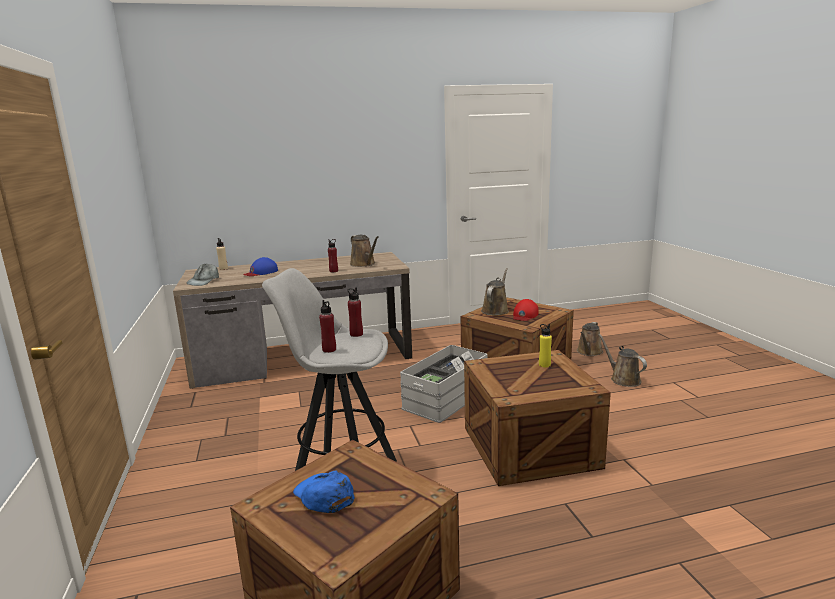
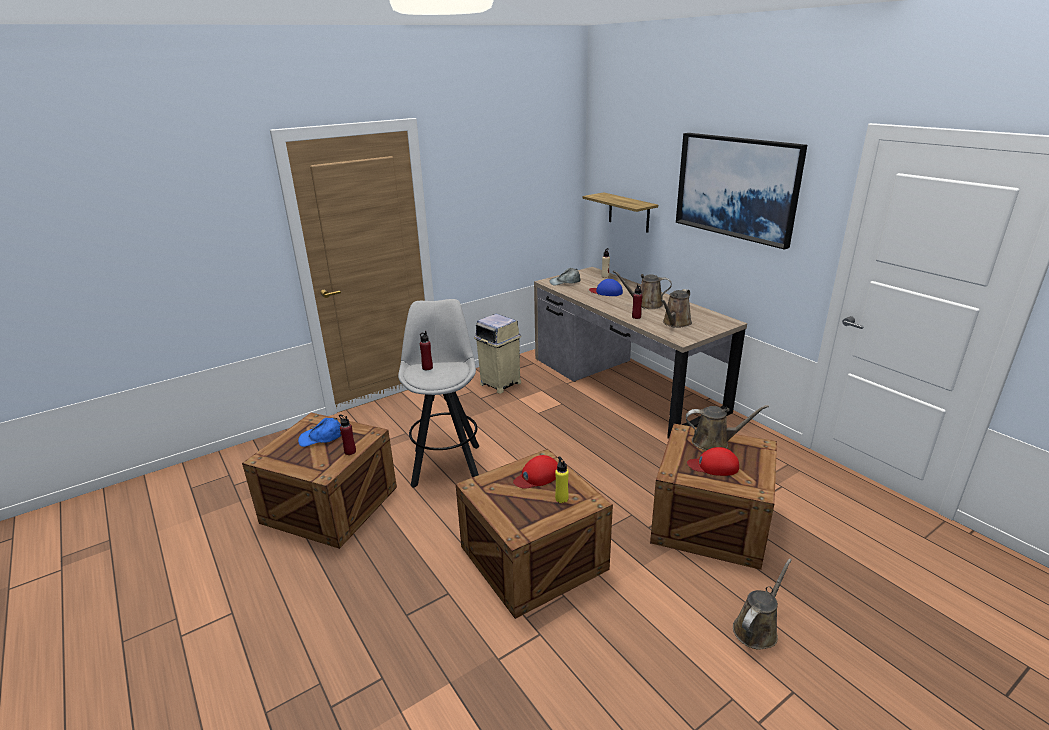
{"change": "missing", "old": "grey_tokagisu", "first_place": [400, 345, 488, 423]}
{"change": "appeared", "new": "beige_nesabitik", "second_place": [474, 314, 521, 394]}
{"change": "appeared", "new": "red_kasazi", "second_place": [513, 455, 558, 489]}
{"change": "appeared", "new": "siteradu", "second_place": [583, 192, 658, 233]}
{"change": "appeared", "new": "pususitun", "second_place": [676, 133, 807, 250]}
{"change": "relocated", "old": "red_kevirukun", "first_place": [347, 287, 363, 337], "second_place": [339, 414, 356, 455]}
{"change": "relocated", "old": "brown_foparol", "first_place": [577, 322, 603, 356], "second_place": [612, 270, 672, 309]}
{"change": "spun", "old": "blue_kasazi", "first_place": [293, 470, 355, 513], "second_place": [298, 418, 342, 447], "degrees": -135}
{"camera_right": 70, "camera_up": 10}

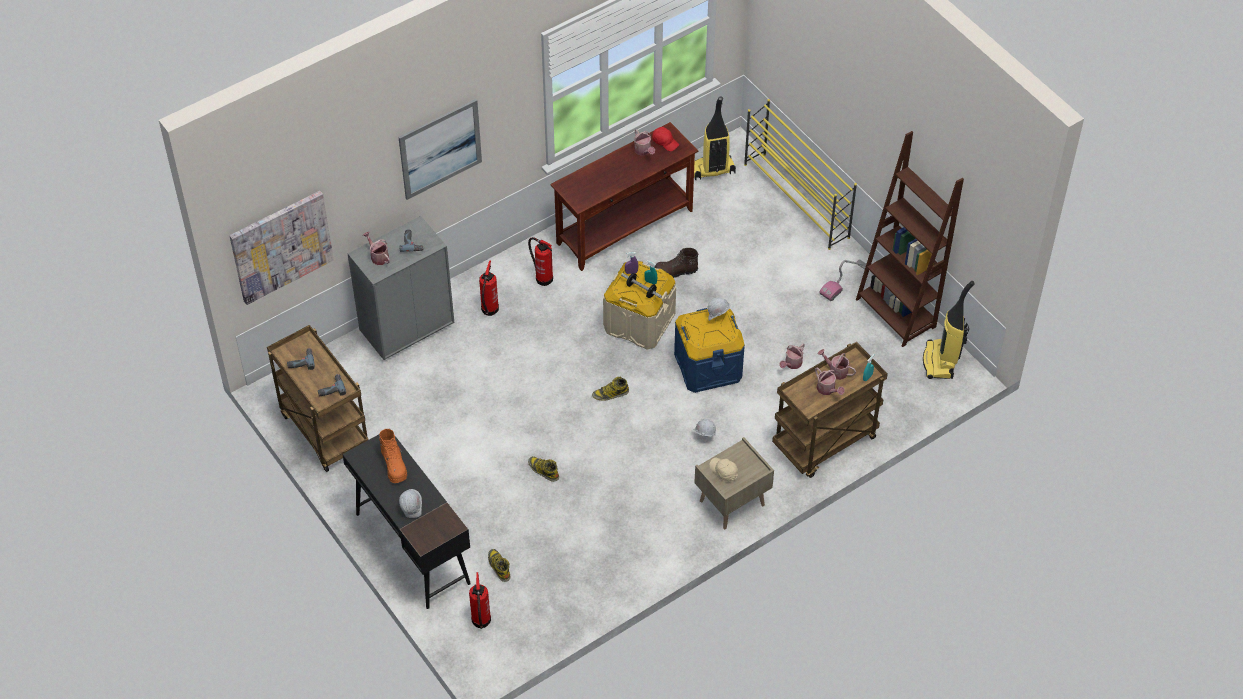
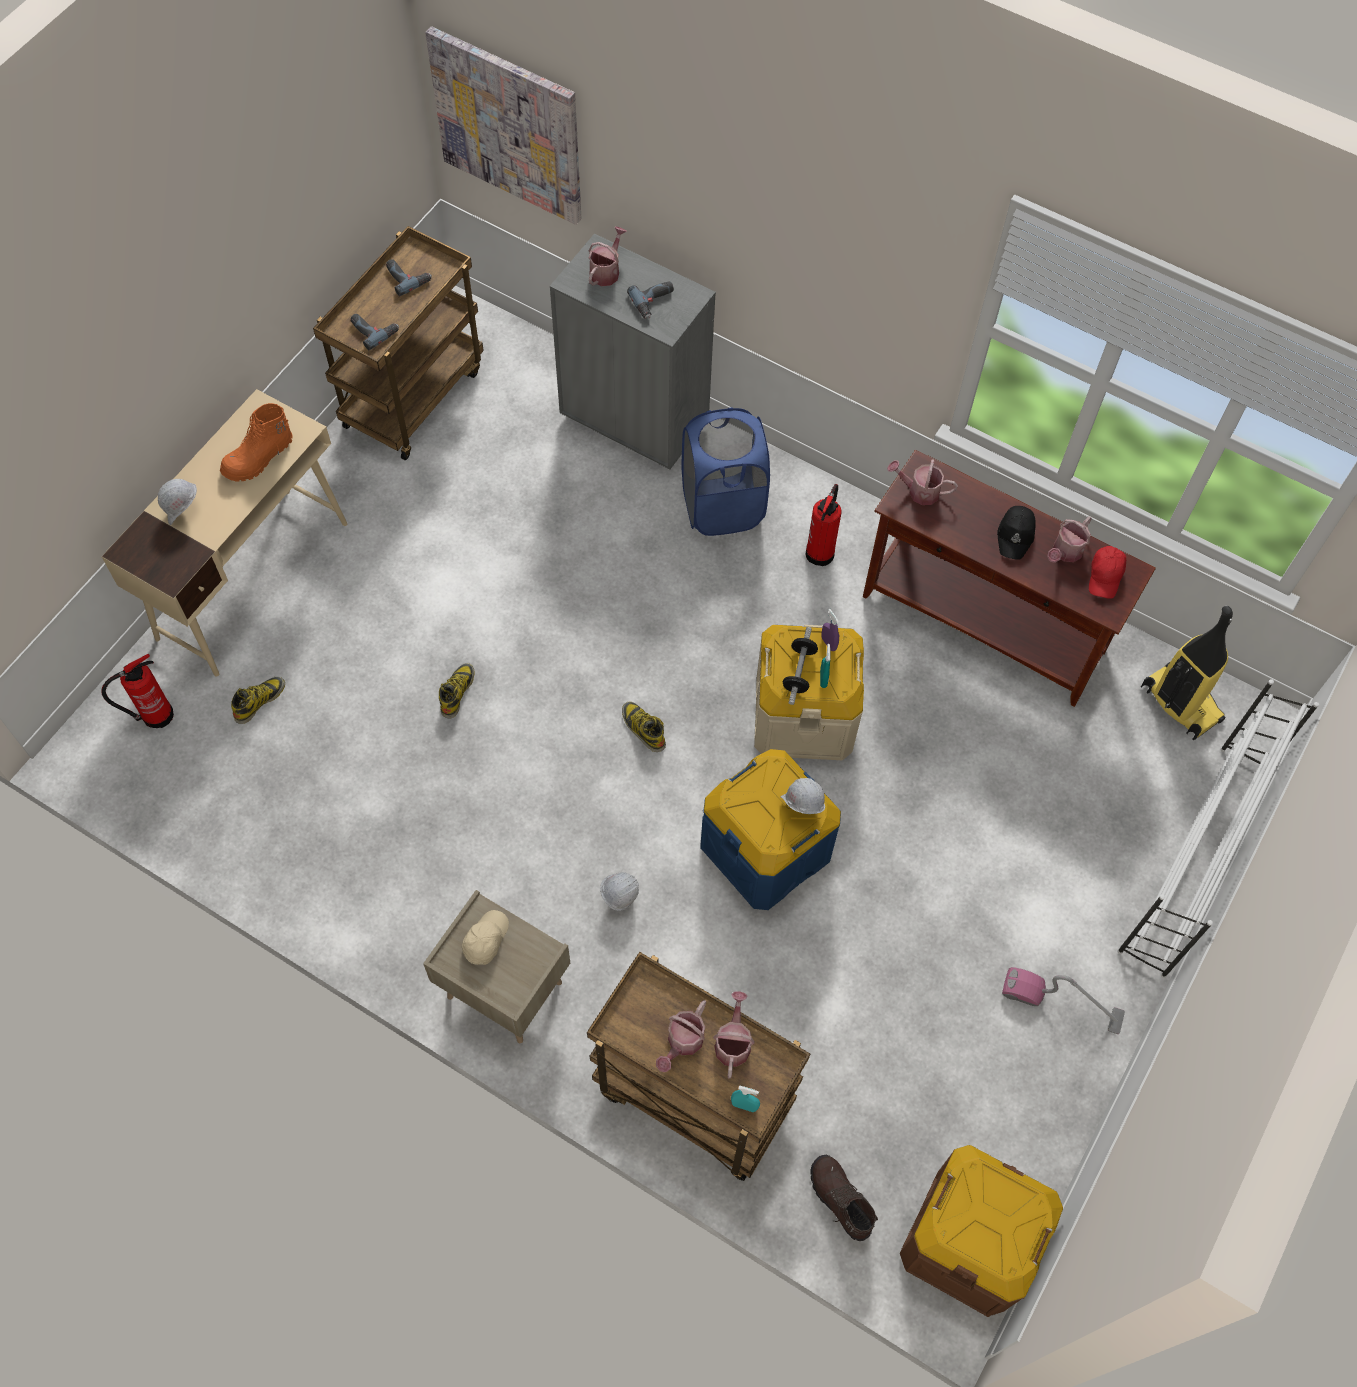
{"change": "missing", "old": "pususitun", "first_place": [398, 99, 482, 200]}
{"change": "missing", "old": "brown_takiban", "first_place": [856, 131, 964, 347]}
{"change": "appeared", "new": "black_kasazi", "second_place": [997, 506, 1036, 560]}
{"change": "relocated", "old": "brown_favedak", "first_place": [654, 248, 698, 278], "second_place": [810, 1155, 878, 1241]}
{"change": "relocated", "old": "foparol", "first_place": [779, 344, 805, 369], "second_place": [887, 459, 958, 505]}
{"change": "exchanged", "old": "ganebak", "new": "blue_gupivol", "first_place": [479, 260, 499, 316], "second_place": [681, 407, 770, 536]}
{"change": "exchanged", "old": "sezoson", "new": "brown_tokagisu", "first_place": [923, 281, 975, 379], "second_place": [900, 1145, 1063, 1317]}
{"change": "colour", "old": "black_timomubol", "new": "beige_timomubol", "first_place": [342, 435, 471, 609], "second_place": [101, 389, 347, 677]}
{"change": "colour", "old": "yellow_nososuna", "new": "white_nososuna", "first_place": [744, 99, 857, 250], "second_place": [1117, 679, 1319, 978]}
{"camera_right": 65, "camera_up": 10}

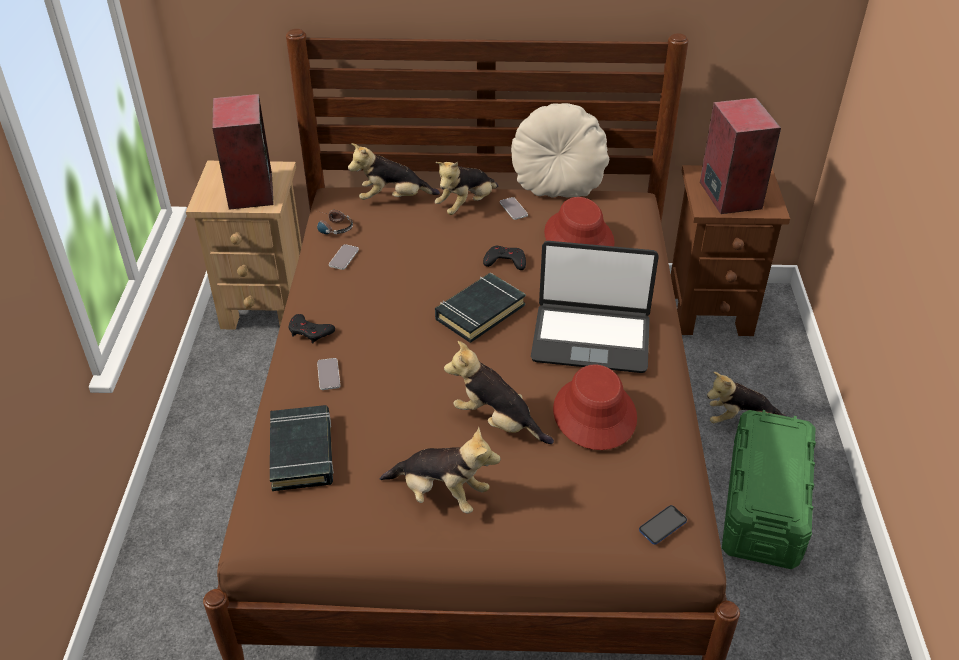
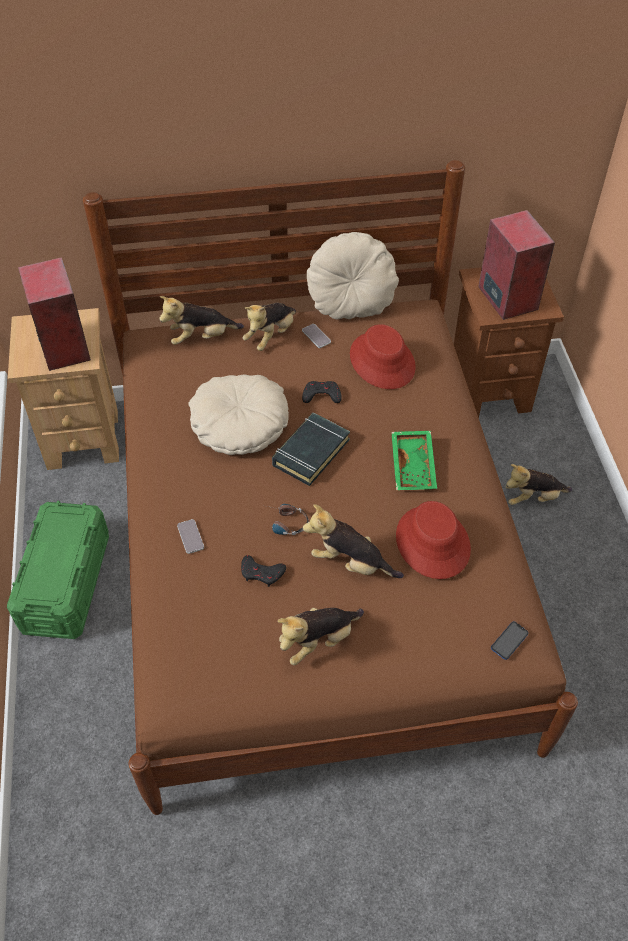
{"change": "missing", "old": "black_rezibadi", "first_place": [270, 405, 334, 491]}
{"change": "missing", "old": "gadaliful", "first_place": [329, 244, 359, 270]}
{"change": "appeared", "new": "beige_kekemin", "second_place": [188, 375, 289, 455]}
{"change": "relocated", "old": "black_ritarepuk", "first_place": [289, 314, 335, 343], "second_place": [241, 555, 286, 587]}
{"change": "relocated", "old": "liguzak", "first_place": [317, 210, 353, 234], "second_place": [267, 504, 309, 535]}
{"change": "relocated", "old": "green_tokagisu", "first_place": [722, 410, 816, 569], "second_place": [7, 501, 109, 639]}
{"change": "exchanged", "old": "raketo", "new": "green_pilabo", "first_place": [531, 241, 659, 373], "second_place": [391, 431, 437, 490]}
{"change": "spun", "old": "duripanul", "first_place": [380, 427, 501, 514], "second_place": [277, 608, 364, 665], "degrees": 135}
{"camera_right": -10, "camera_up": 10}

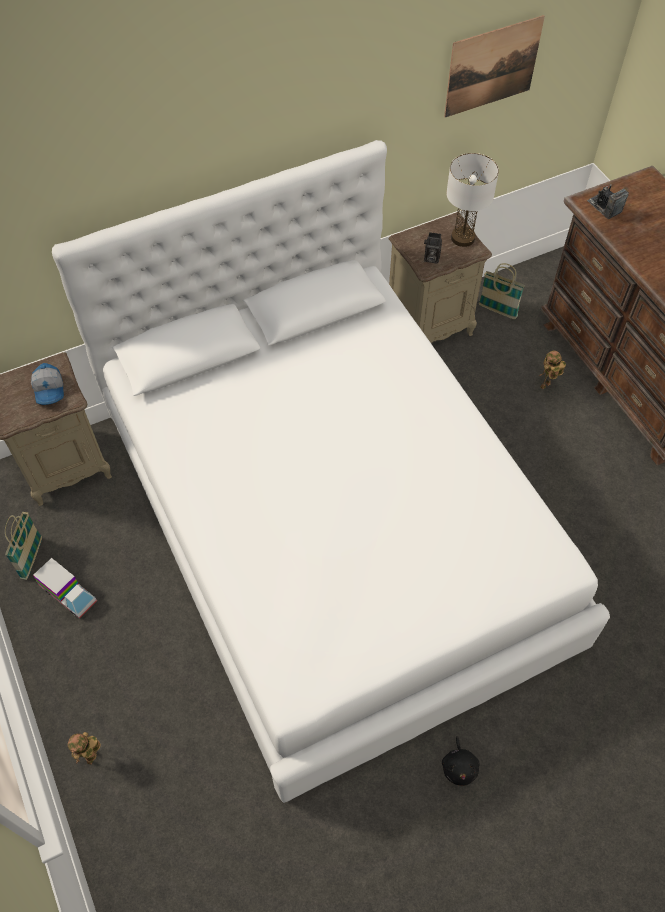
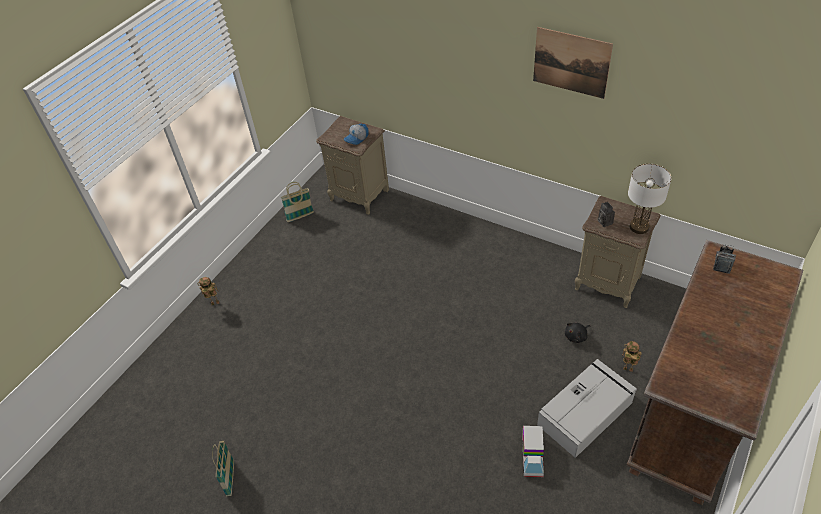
{"change": "missing", "old": "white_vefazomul", "first_place": [52, 140, 610, 803]}
{"change": "appeared", "new": "grey_tokagisu", "second_place": [537, 359, 637, 458]}
{"change": "relocated", "old": "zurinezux", "first_place": [33, 558, 97, 619], "second_place": [522, 426, 544, 477]}
{"change": "relocated", "old": "black_duripanul", "first_place": [442, 736, 480, 786], "second_place": [565, 323, 590, 343]}
{"change": "relocated", "old": "pususitun", "first_place": [444, 15, 545, 117], "second_place": [533, 27, 613, 99]}
{"change": "relocated", "old": "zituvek", "first_place": [479, 263, 525, 319], "second_place": [212, 441, 234, 496]}
{"camera_right": 60, "camera_up": -10}

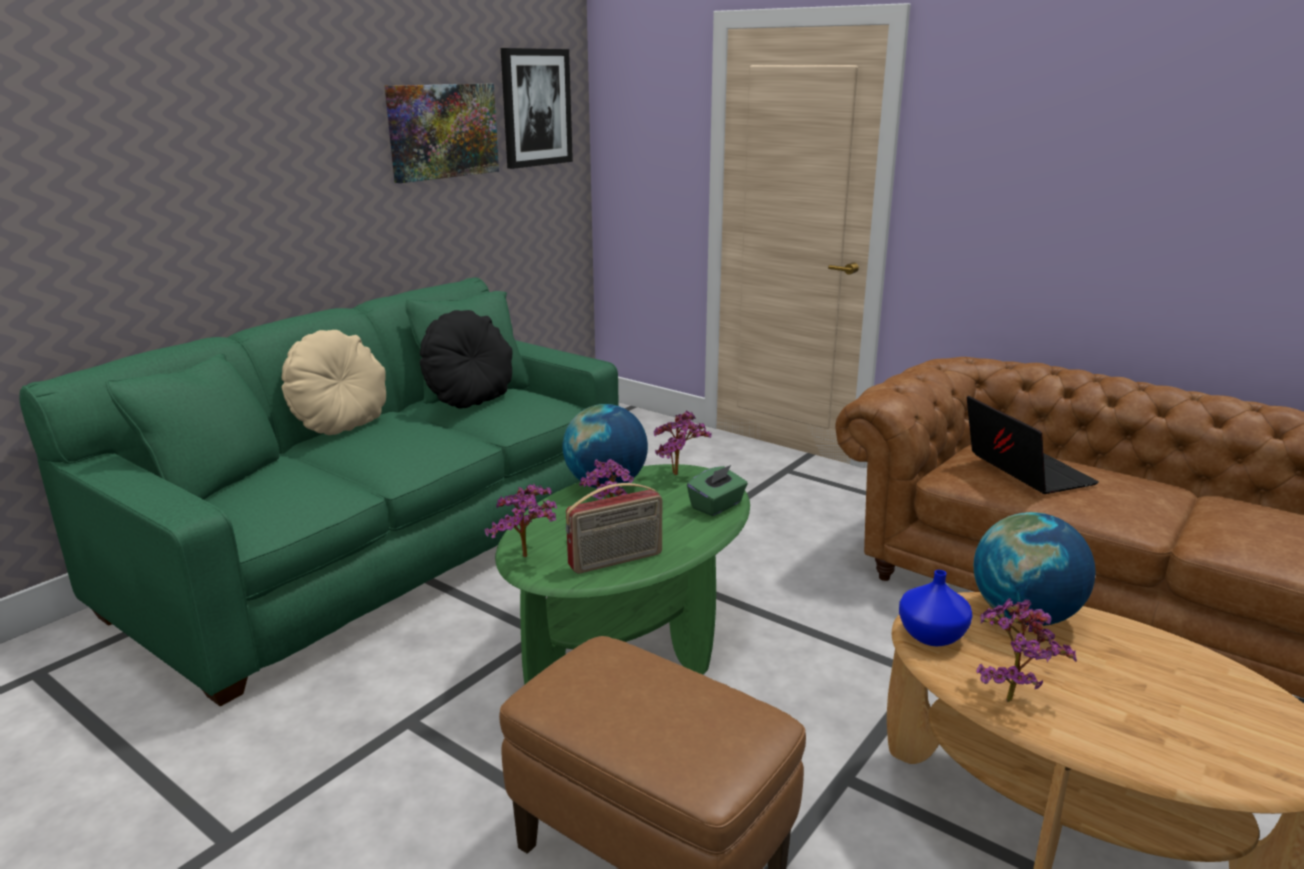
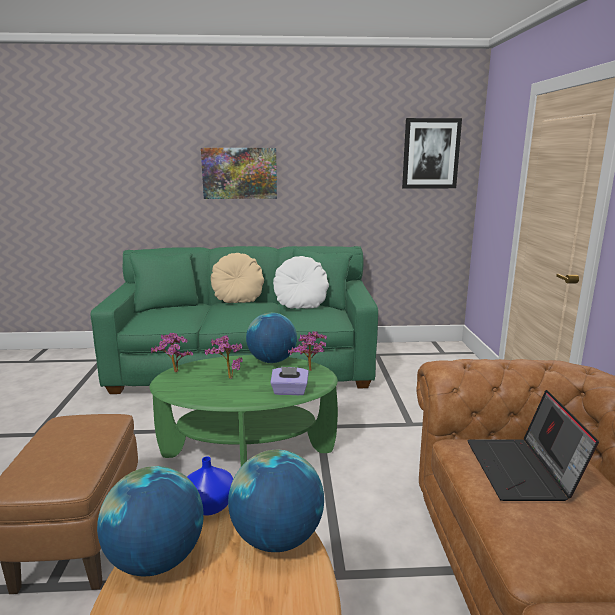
{"change": "missing", "old": "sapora", "first_place": [566, 483, 662, 574]}
{"change": "relocated", "old": "pususitun", "first_place": [385, 83, 499, 183], "second_place": [201, 148, 277, 199]}
{"change": "exchanged", "old": "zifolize", "new": "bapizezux", "first_place": [976, 598, 1077, 702], "second_place": [97, 466, 204, 576]}
{"change": "colour", "old": "black_kekemin", "new": "white_kekemin", "first_place": [420, 310, 512, 409], "second_place": [273, 256, 329, 309]}
{"change": "colour", "old": "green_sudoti", "new": "purple_sudoti", "first_place": [687, 465, 748, 516], "second_place": [270, 367, 309, 395]}
{"change": "spun", "old": "raketo", "first_place": [967, 396, 1099, 494], "second_place": [467, 390, 599, 501], "degrees": 150}
{"camera_right": 50, "camera_up": -5}

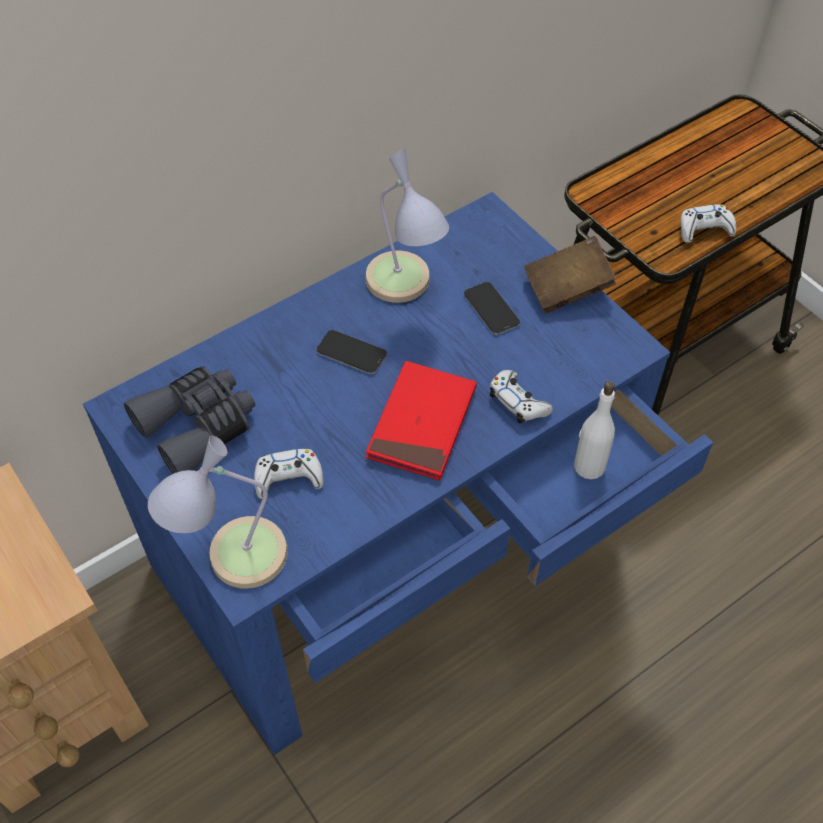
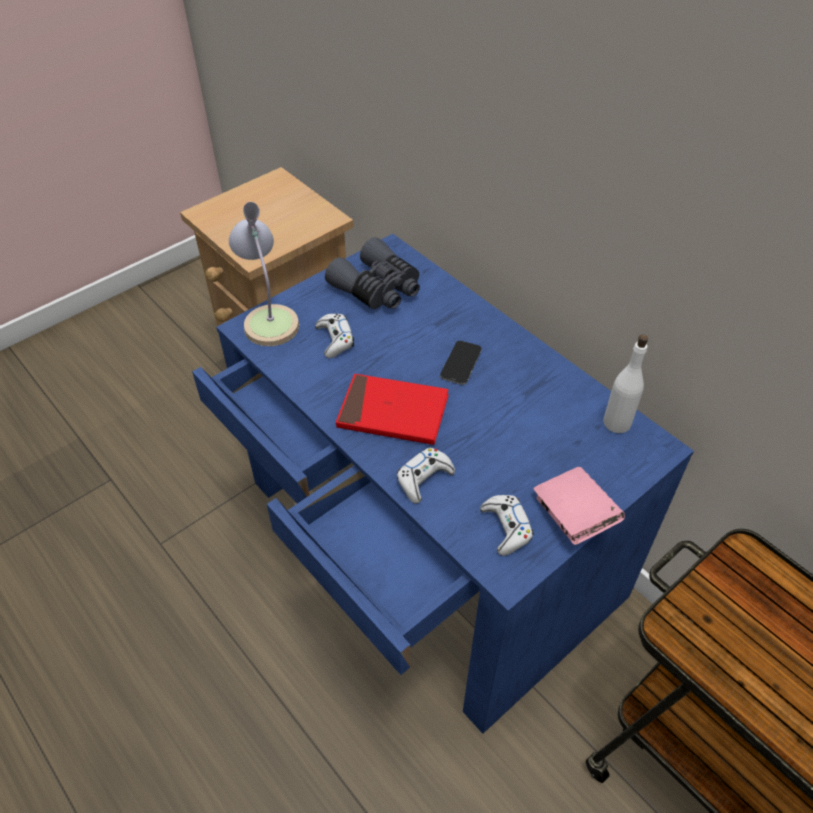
{"change": "missing", "old": "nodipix", "first_place": [366, 149, 449, 303]}
{"change": "missing", "old": "gadaliful", "first_place": [464, 282, 520, 335]}
{"change": "relocated", "old": "white_kevirukun", "first_place": [574, 381, 615, 479], "second_place": [603, 334, 648, 433]}
{"change": "relocated", "old": "white_ritarepuk", "first_place": [680, 204, 736, 243], "second_place": [480, 495, 534, 556]}
{"change": "colour", "old": "brown_rezibadi", "new": "pink_rezibadi", "first_place": [524, 236, 616, 313], "second_place": [533, 467, 625, 545]}
{"camera_right": 85, "camera_up": -5}

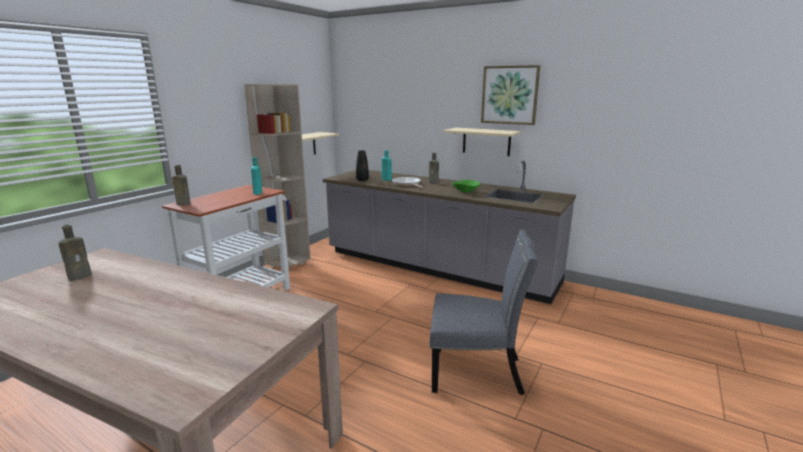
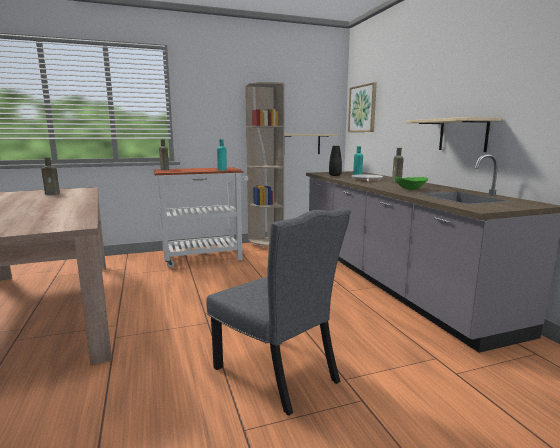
{"change": "relocated", "old": "pususitun", "first_place": [481, 65, 540, 125], "second_place": [348, 82, 377, 132]}
{"camera_right": 40, "camera_up": -5}

